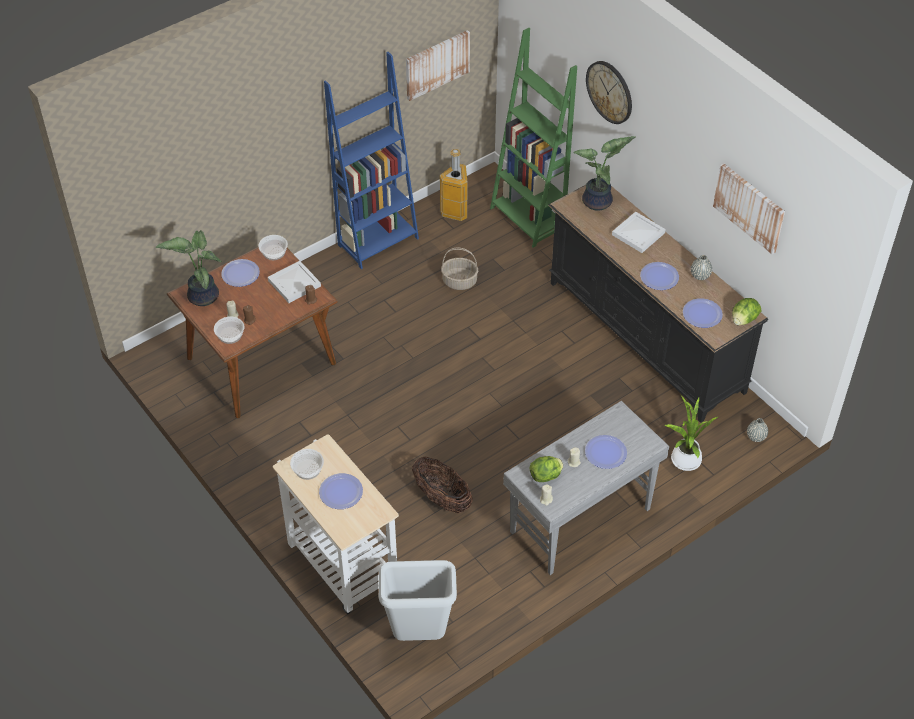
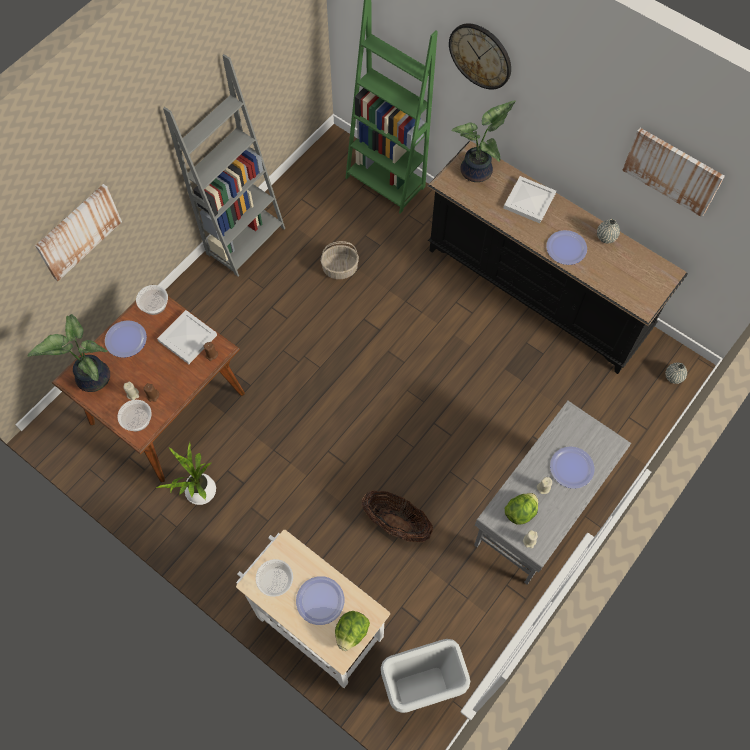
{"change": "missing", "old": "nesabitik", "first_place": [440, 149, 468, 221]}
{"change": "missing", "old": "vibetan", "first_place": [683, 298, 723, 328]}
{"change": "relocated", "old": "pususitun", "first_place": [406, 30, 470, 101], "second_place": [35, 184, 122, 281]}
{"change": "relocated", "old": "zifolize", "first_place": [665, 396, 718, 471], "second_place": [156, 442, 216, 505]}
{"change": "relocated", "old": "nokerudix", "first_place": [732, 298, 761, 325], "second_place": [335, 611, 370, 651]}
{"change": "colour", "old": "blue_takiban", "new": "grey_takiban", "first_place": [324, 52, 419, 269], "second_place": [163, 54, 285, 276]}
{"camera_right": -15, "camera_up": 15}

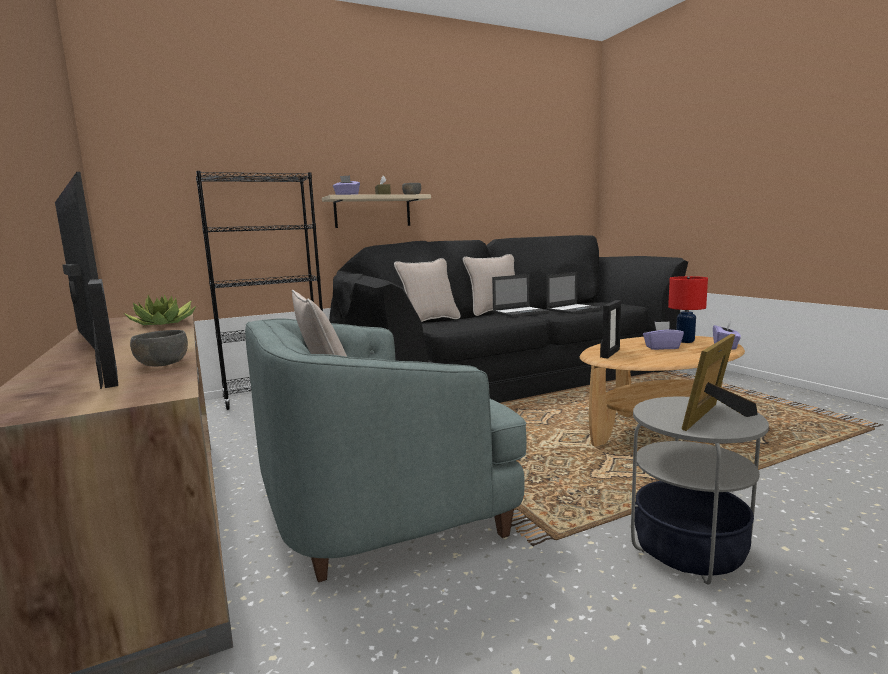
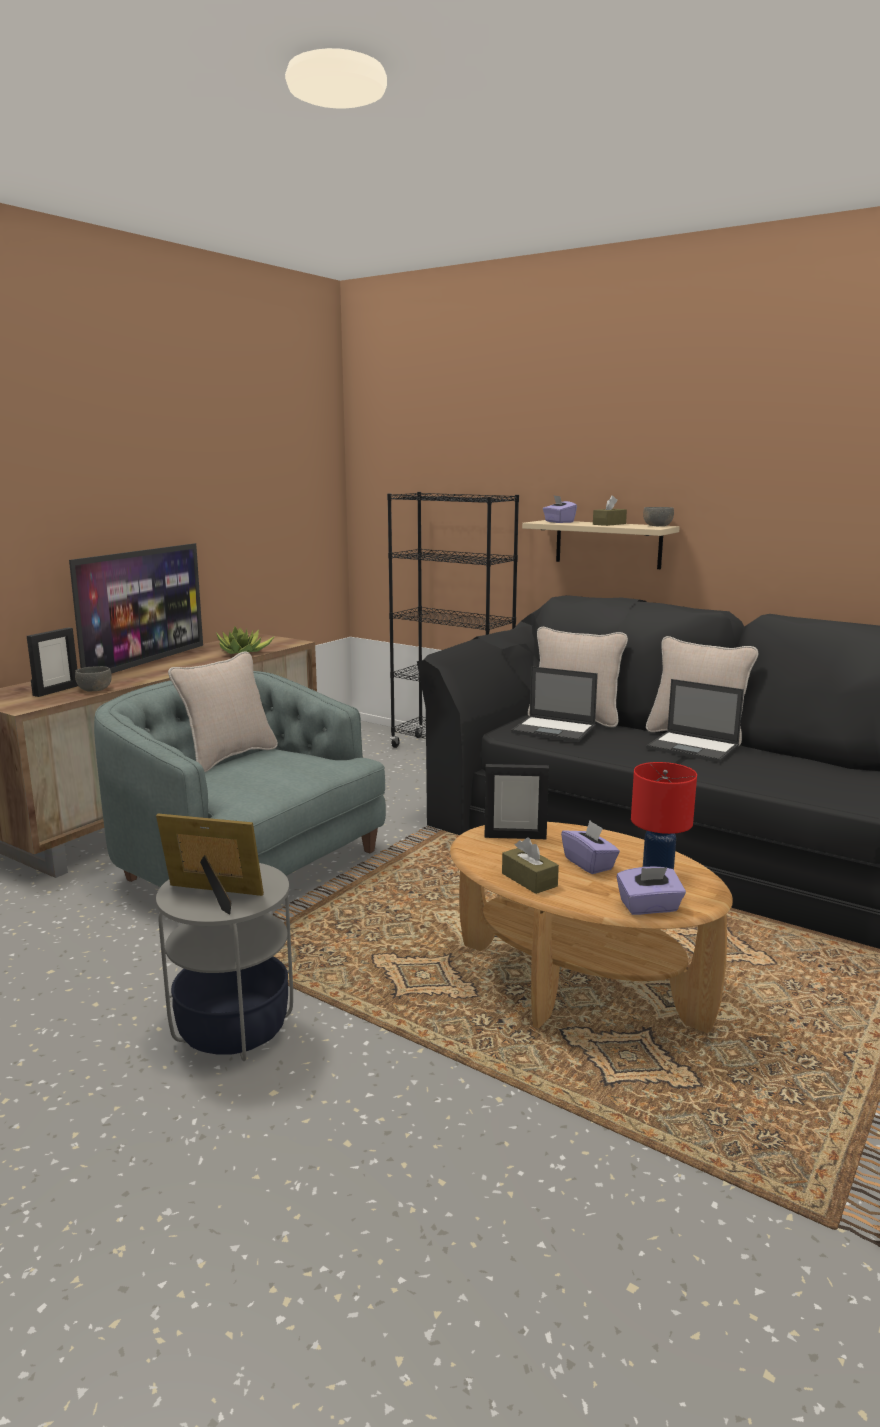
{"change": "appeared", "new": "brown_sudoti", "second_place": [502, 838, 559, 894]}
{"change": "relocated", "old": "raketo", "first_place": [546, 272, 603, 314], "second_place": [511, 666, 598, 742]}
{"camera_right": 60, "camera_up": 5}

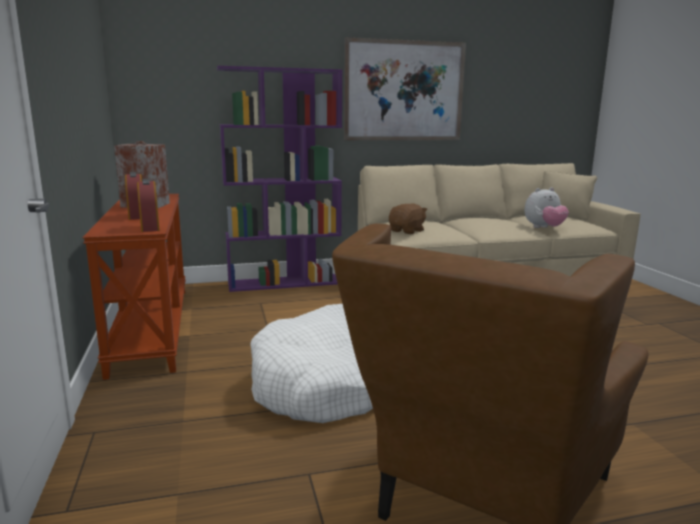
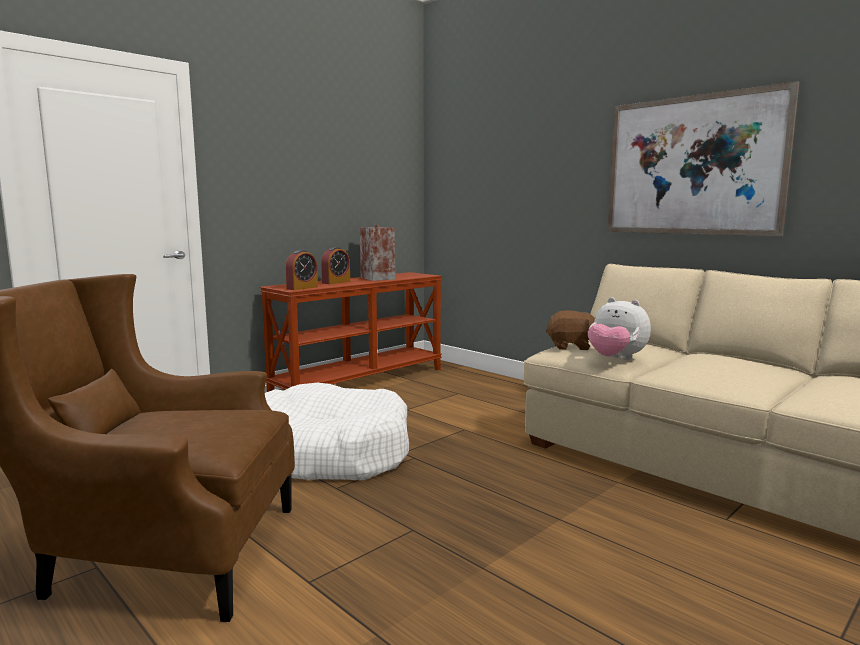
{"change": "missing", "old": "purple_takiban", "first_place": [217, 66, 343, 292]}
{"change": "relocated", "old": "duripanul", "first_place": [524, 188, 569, 228], "second_place": [588, 297, 651, 360]}
{"camera_right": 60, "camera_up": -5}

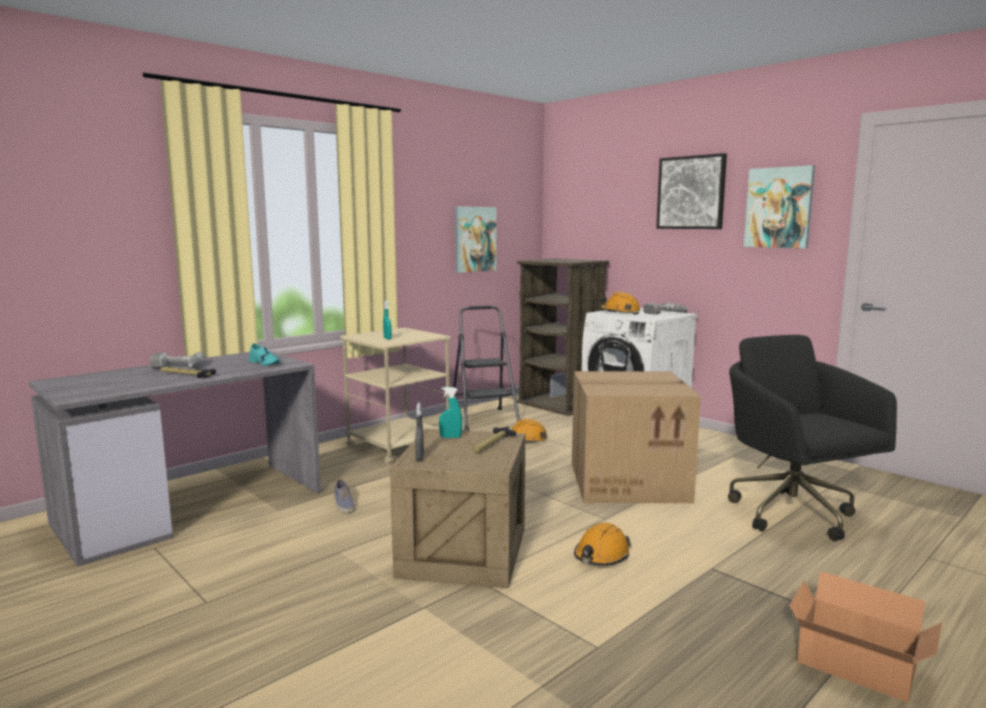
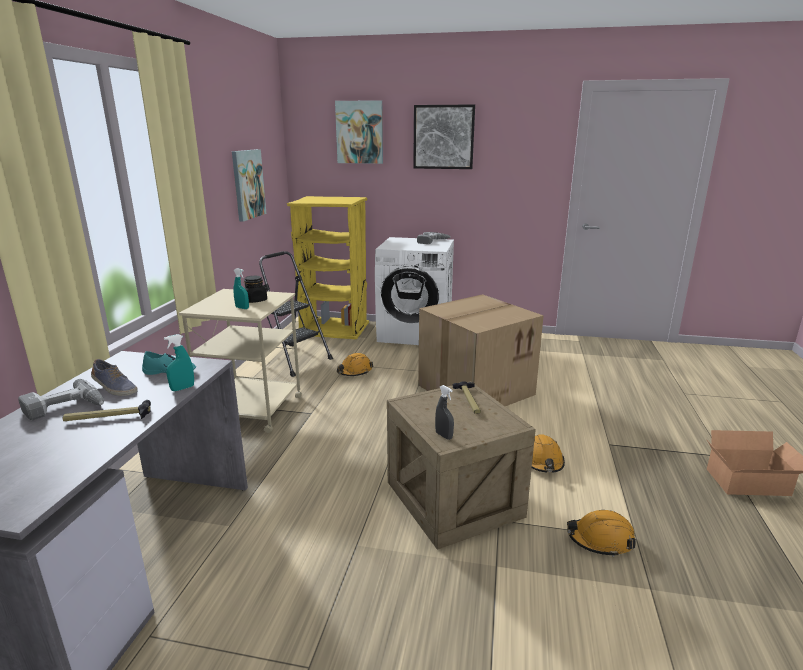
{"change": "missing", "old": "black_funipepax", "first_place": [728, 335, 897, 541]}
{"change": "appeared", "new": "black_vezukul", "second_place": [244, 276, 267, 303]}
{"change": "relocated", "old": "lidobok", "first_place": [334, 479, 355, 513], "second_place": [91, 359, 138, 396]}
{"change": "relocated", "old": "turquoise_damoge", "first_place": [439, 387, 462, 438], "second_place": [164, 334, 194, 391]}
{"change": "relocated", "old": "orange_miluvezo", "first_place": [600, 292, 640, 315], "second_place": [567, 510, 636, 557]}
{"change": "relocated", "old": "pususitun", "first_place": [744, 165, 815, 248], "second_place": [335, 100, 383, 164]}
{"change": "colour", "old": "brown_takiban", "new": "yellow_takiban", "first_place": [517, 258, 609, 416], "second_place": [287, 196, 369, 339]}
{"camera_right": -35, "camera_up": 10}

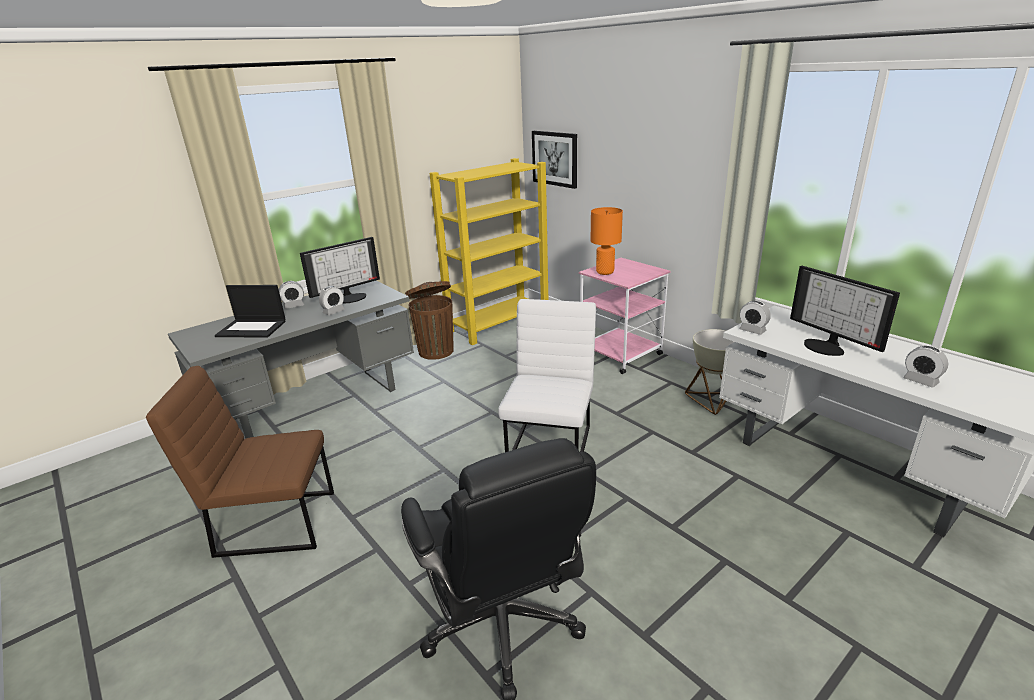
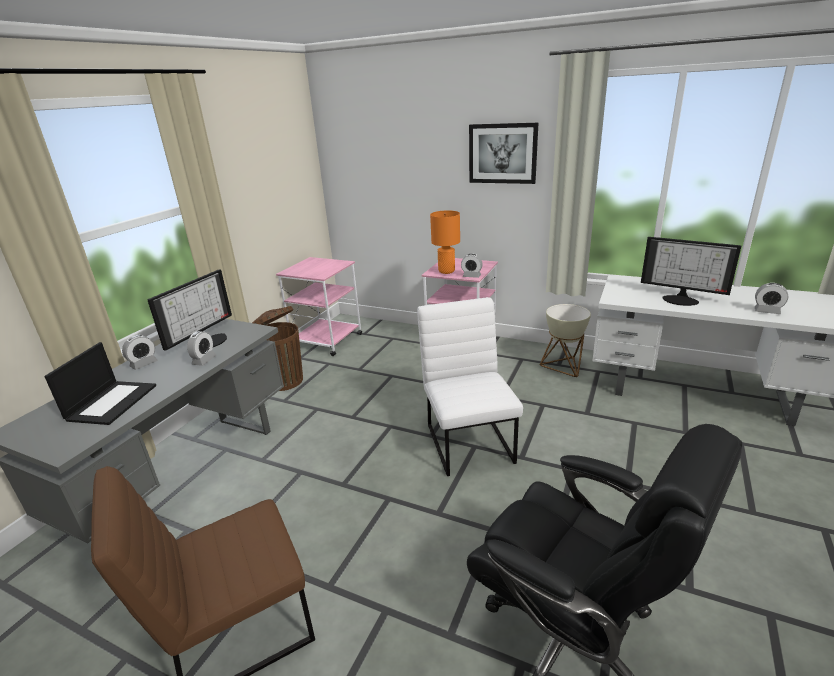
{"change": "relocated", "old": "pususitun", "first_place": [532, 131, 577, 189], "second_place": [469, 123, 538, 184]}
{"change": "relocated", "old": "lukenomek", "first_place": [739, 301, 771, 335], "second_place": [461, 254, 483, 278]}
{"change": "exchanged", "old": "yellow_takiban", "new": "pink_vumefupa", "first_place": [429, 158, 548, 345], "second_place": [276, 257, 362, 356]}
{"change": "spun", "old": "raketo", "first_place": [215, 285, 285, 338], "second_place": [44, 342, 156, 425], "degrees": -60}
{"camera_right": -25, "camera_up": 0}

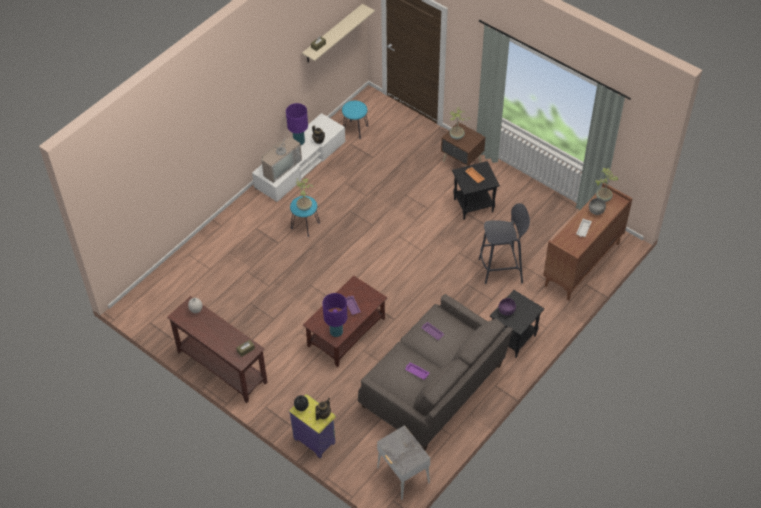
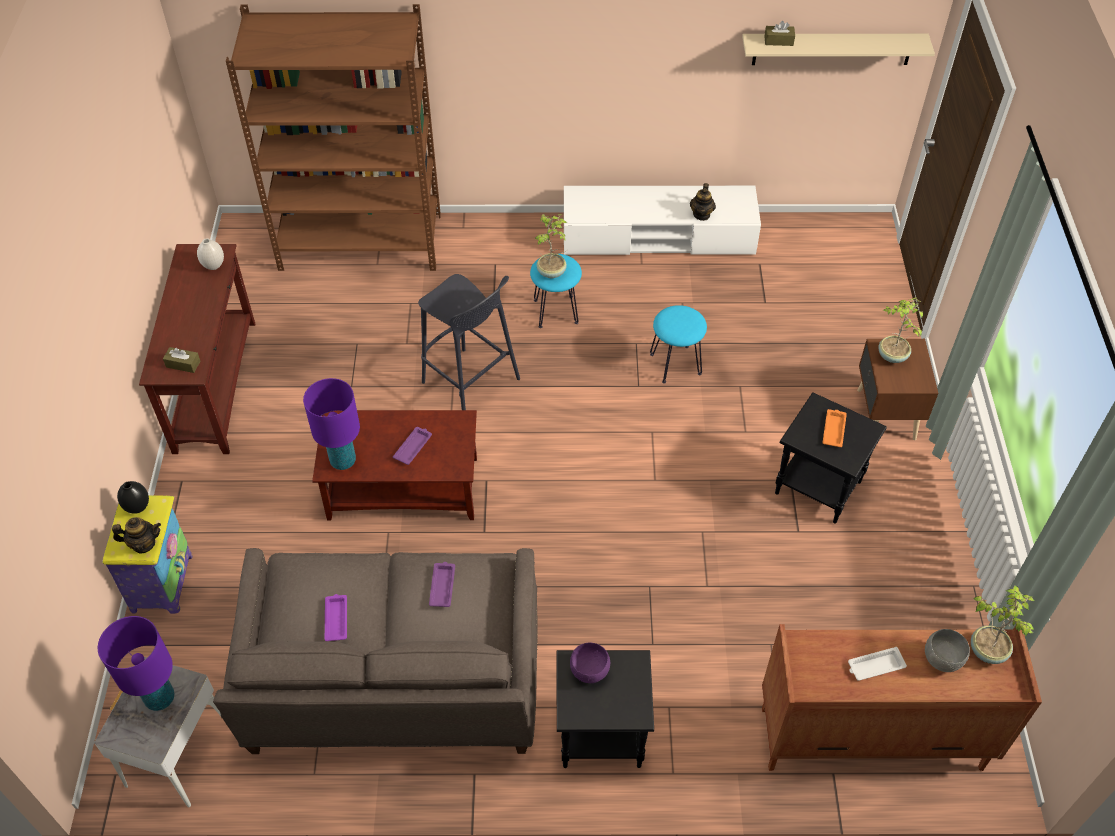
{"change": "missing", "old": "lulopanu", "first_place": [261, 129, 302, 183]}
{"change": "appeared", "new": "brown_takiban", "second_place": [226, 4, 441, 271]}
{"change": "relocated", "old": "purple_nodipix", "first_place": [286, 103, 308, 145], "second_place": [98, 616, 175, 711]}
{"change": "relocated", "old": "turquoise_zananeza", "first_place": [342, 101, 368, 139], "second_place": [650, 305, 707, 384]}
{"change": "relocated", "old": "grey_zananeza", "first_place": [479, 203, 530, 284], "second_place": [418, 274, 520, 410]}
{"camera_right": 50, "camera_up": 0}

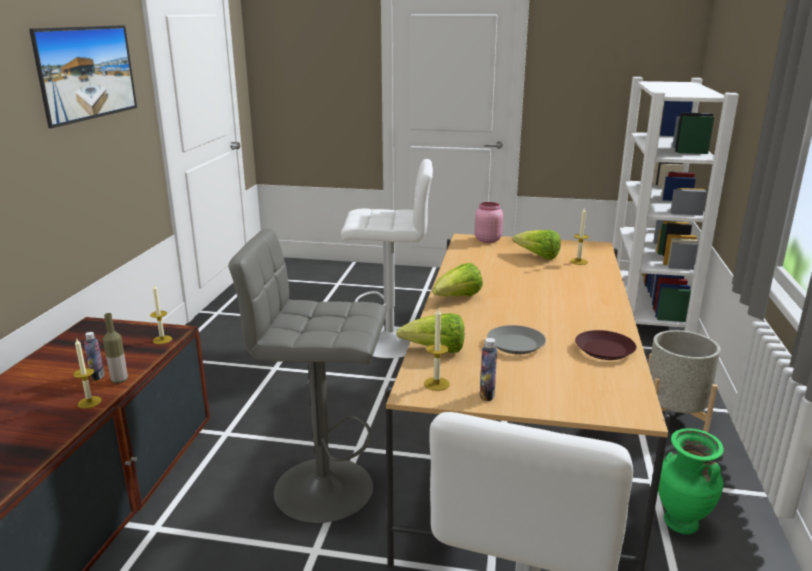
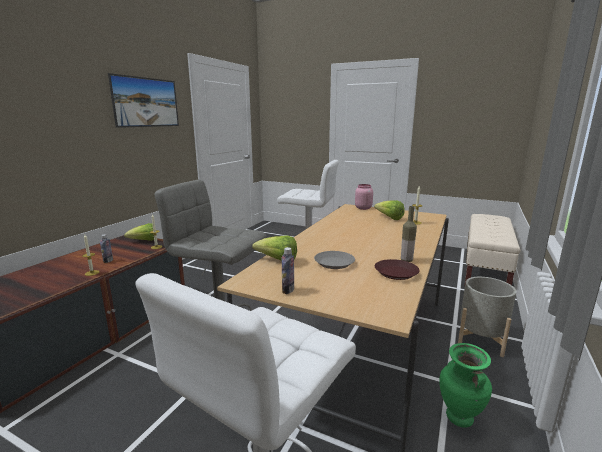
{"change": "missing", "old": "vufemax", "first_place": [424, 308, 450, 391]}
{"change": "relocated", "old": "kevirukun", "first_place": [103, 313, 128, 384], "second_place": [401, 206, 417, 262]}
{"change": "relocated", "old": "nokerudix", "first_place": [433, 263, 483, 296], "second_place": [124, 223, 154, 241]}
{"change": "exchanged", "old": "white_takiban", "new": "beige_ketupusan", "first_place": [612, 77, 739, 333], "second_place": [464, 214, 521, 286]}
{"camera_right": 15, "camera_up": -5}

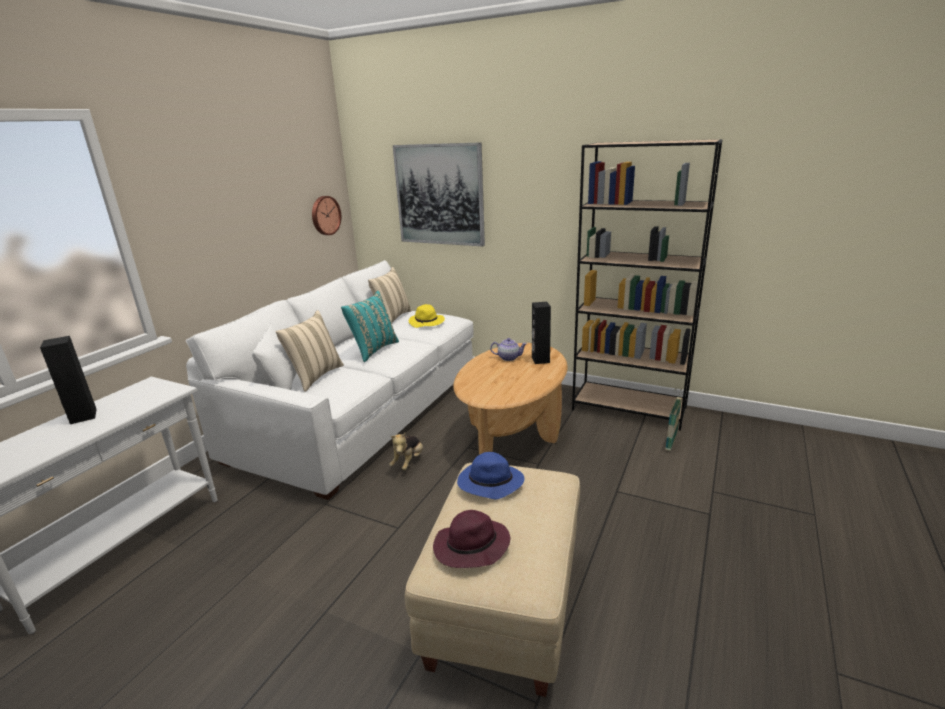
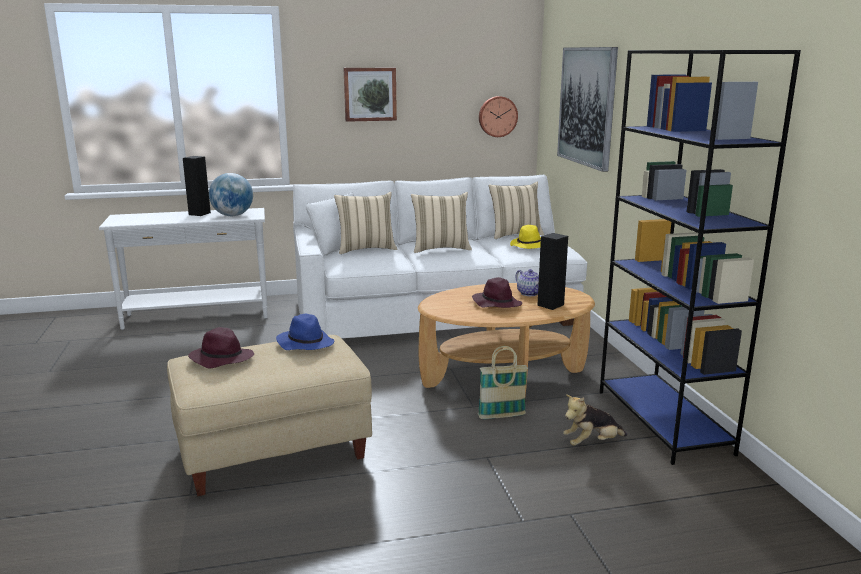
{"change": "appeared", "new": "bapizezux", "second_place": [209, 173, 253, 216]}
{"change": "appeared", "new": "pususitun", "second_place": [343, 68, 397, 122]}
{"change": "appeared", "new": "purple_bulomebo", "second_place": [472, 277, 522, 308]}
{"change": "relocated", "old": "duripanul", "first_place": [389, 432, 423, 470], "second_place": [563, 395, 627, 446]}
{"change": "relocated", "old": "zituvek", "first_place": [665, 388, 682, 451], "second_place": [478, 346, 528, 419]}
{"change": "colour", "old": "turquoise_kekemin", "new": "beige_kekemin", "first_place": [341, 291, 399, 362], "second_place": [411, 192, 472, 253]}
{"change": "colour", "old": "beige_takiban", "new": "blue_takiban", "first_place": [572, 139, 722, 431], "second_place": [600, 50, 801, 465]}
{"camera_right": 50, "camera_up": -5}

